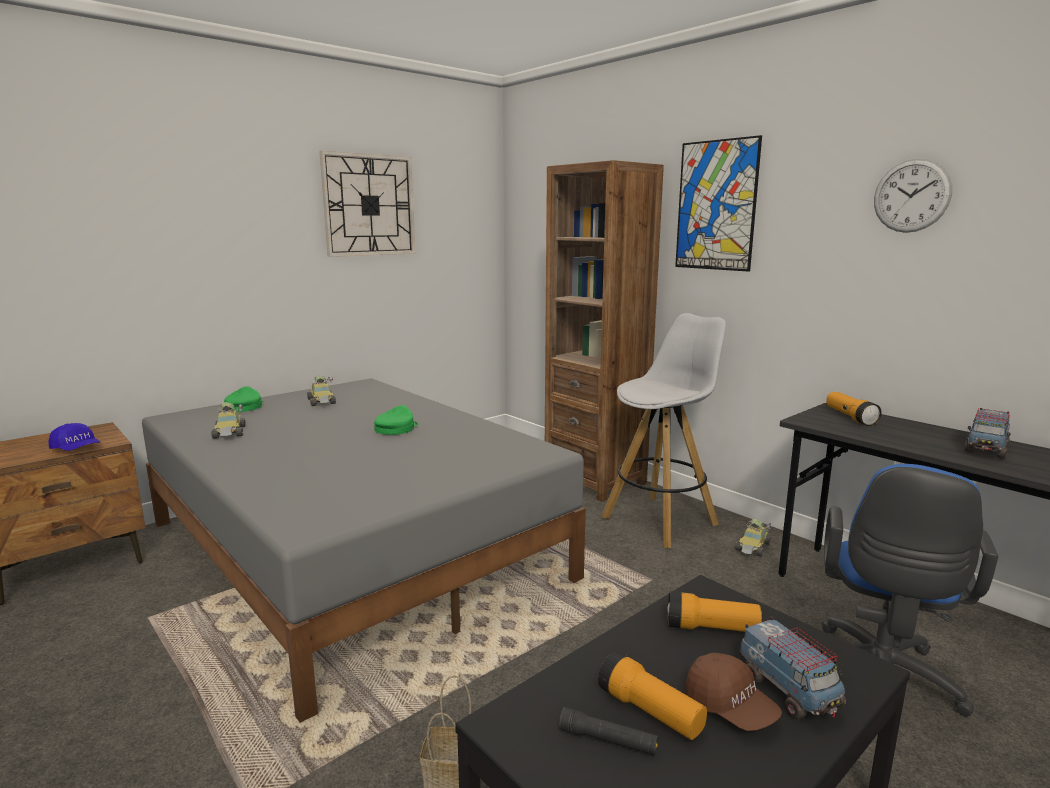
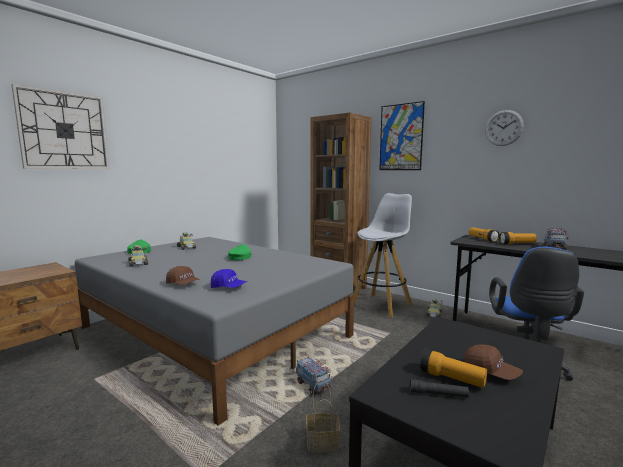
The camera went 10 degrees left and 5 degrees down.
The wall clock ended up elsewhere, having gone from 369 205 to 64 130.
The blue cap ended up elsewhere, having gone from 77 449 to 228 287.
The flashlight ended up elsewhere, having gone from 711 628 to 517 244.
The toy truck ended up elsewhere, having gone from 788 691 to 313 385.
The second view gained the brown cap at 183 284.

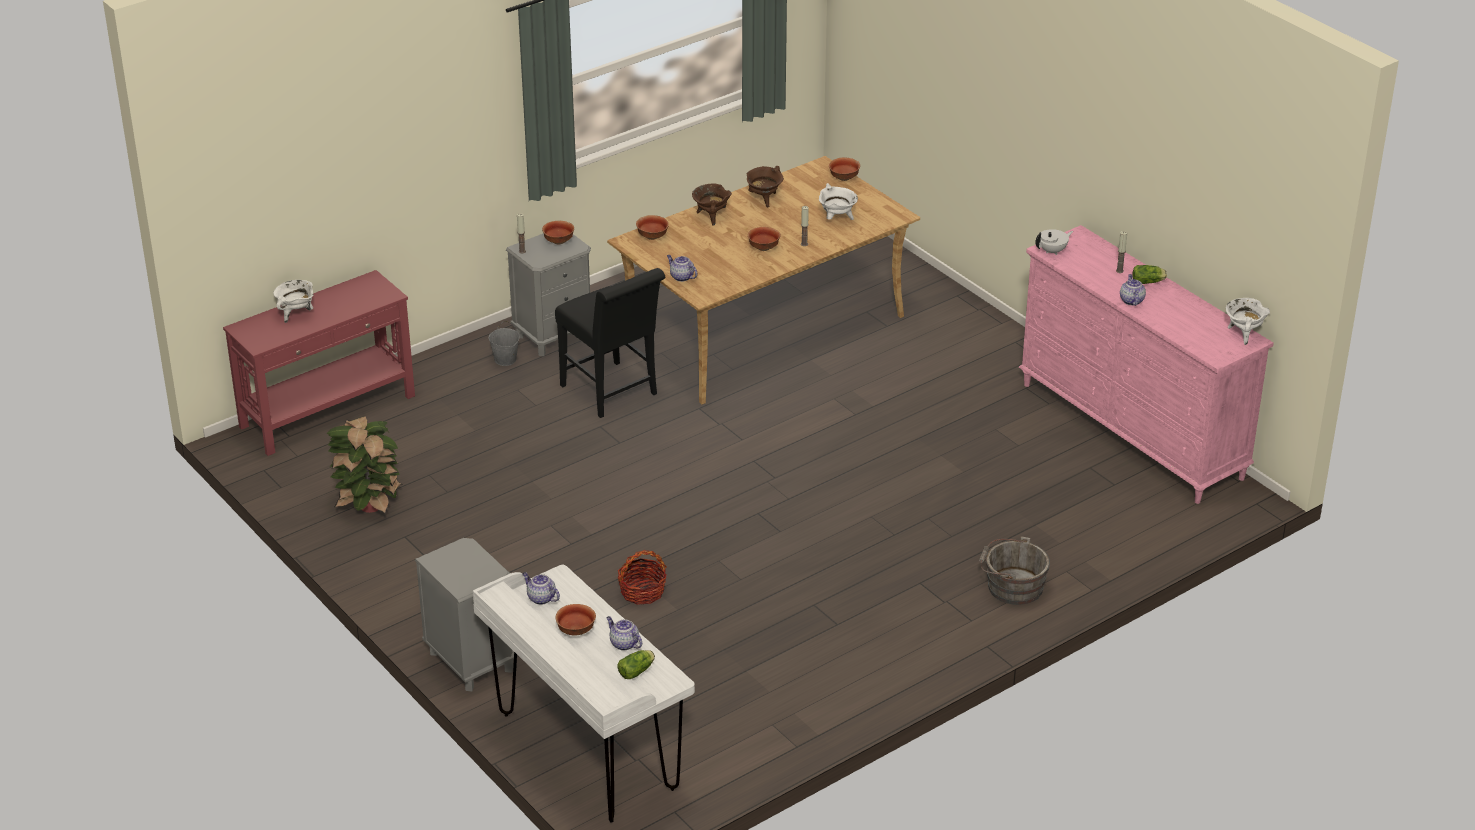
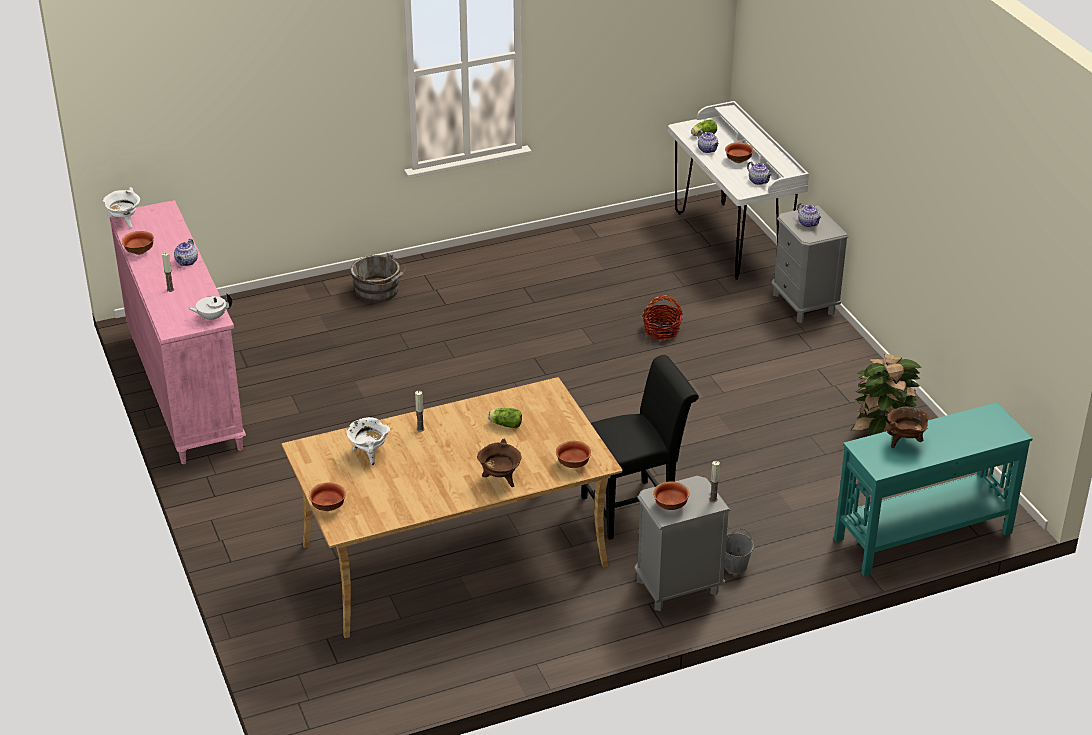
The camera went 165 degrees left and 0 degrees up.
The brown cooking pot ended up elsewhere, having gone from 764 199 to 905 441.
The bowl ended up elsewhere, having gone from 763 247 to 139 252.
The teapot ended up elsewhere, having gone from 681 277 to 808 223.
The lettuce ended up elsewhere, having gone from 1149 282 to 504 424.
The black chair at 613 393 ended up facing another way, 90 degrees clockwise from before.
What was the red console table at 329 411 turned into the turquoise console table at 921 536.
The second view lost the white cooking pot at 296 314.

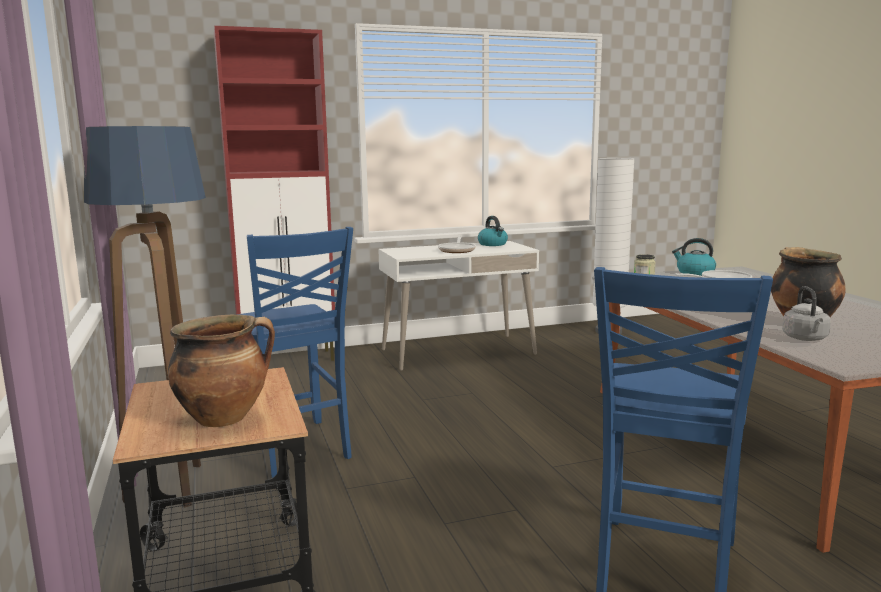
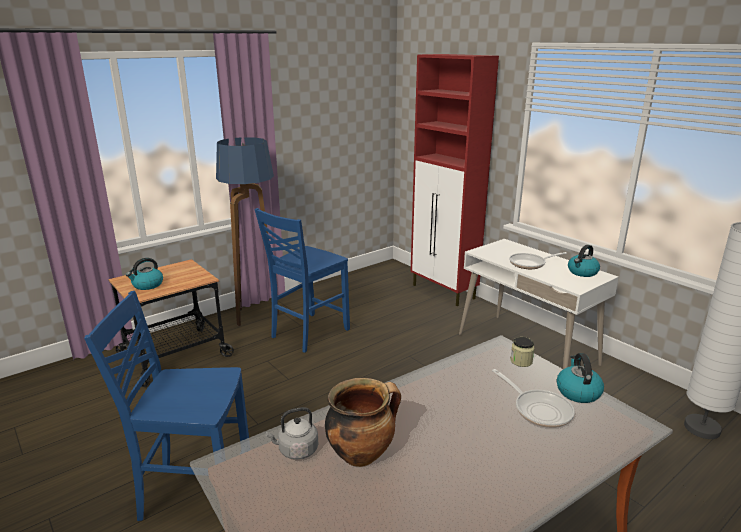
The camera went 70 degrees right and 10 degrees up.
Where the cooking pot stood at 225 418, the kettle came to stand at 147 285.

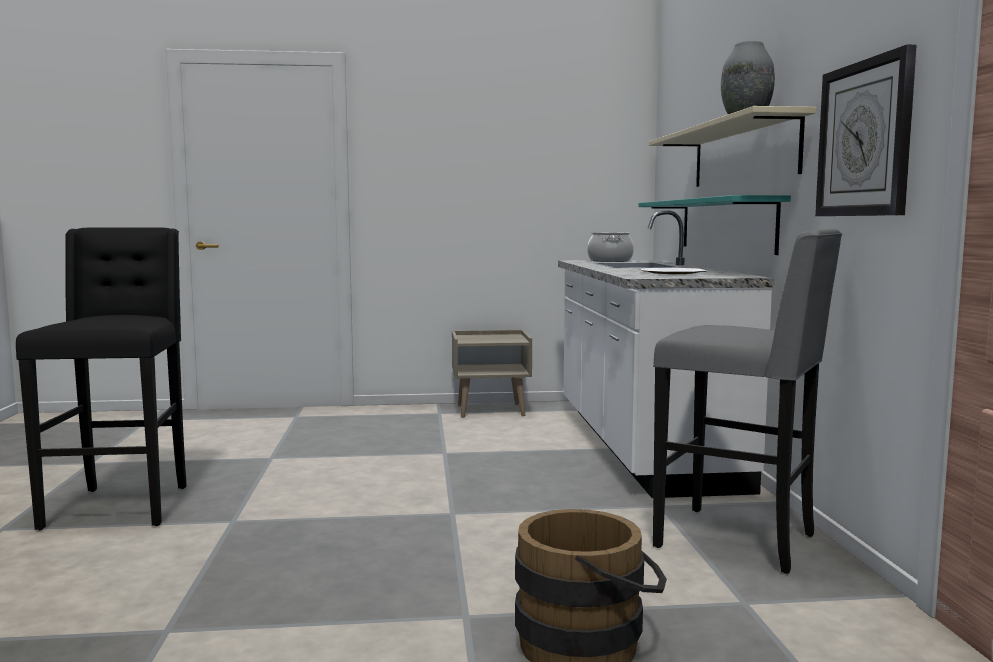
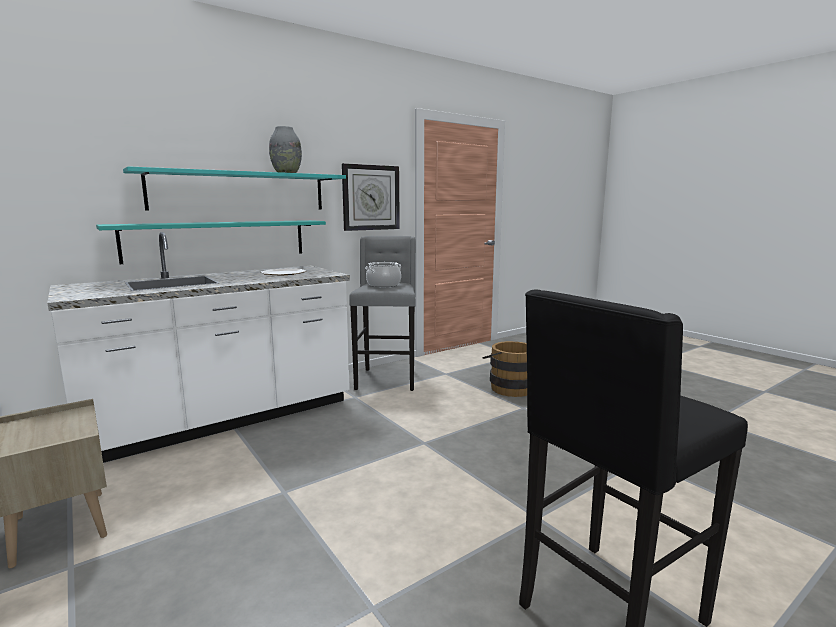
The camera went 120 degrees left and 5 degrees up.
What was the beige shelf at 742 154 turned into the turquoise shelf at 240 191.
The cooking pot ended up elsewhere, having gone from 609 261 to 383 285.

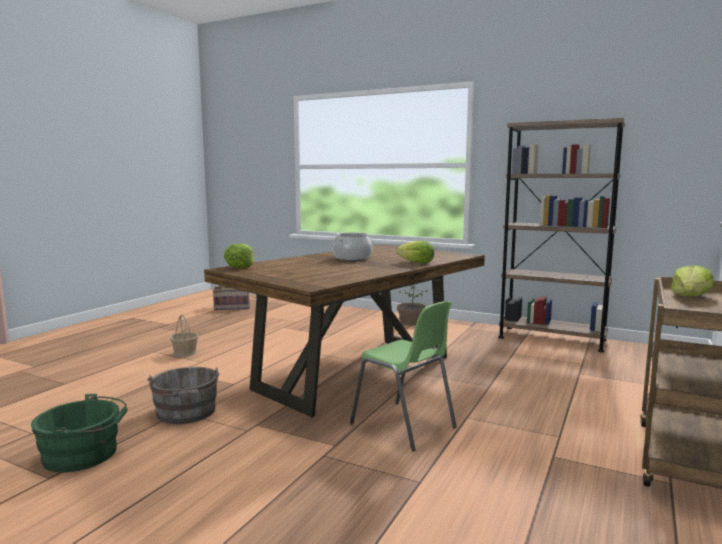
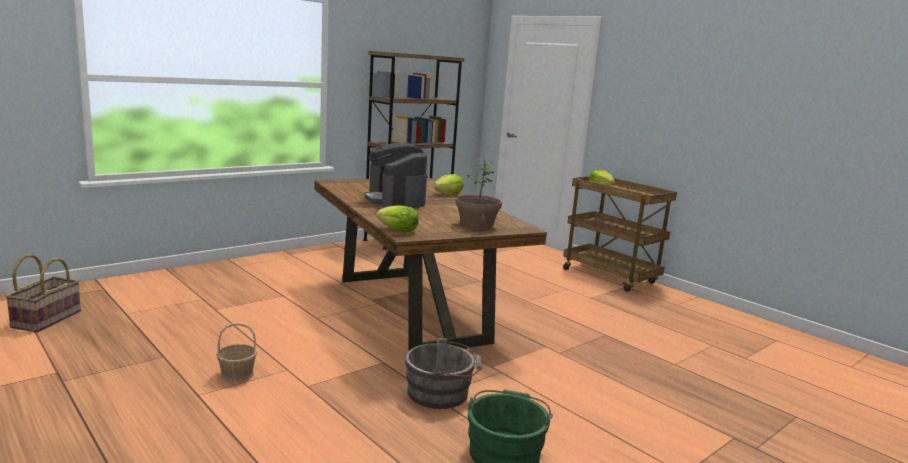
The camera went 70 degrees left and 5 degrees up.
Where the cooking pot stood at 352 258, the coffee machine came to stand at 395 200.
The potted plant ended up elsewhere, having gone from 411 322 to 476 225.
The second view lost the green chair at 404 426.

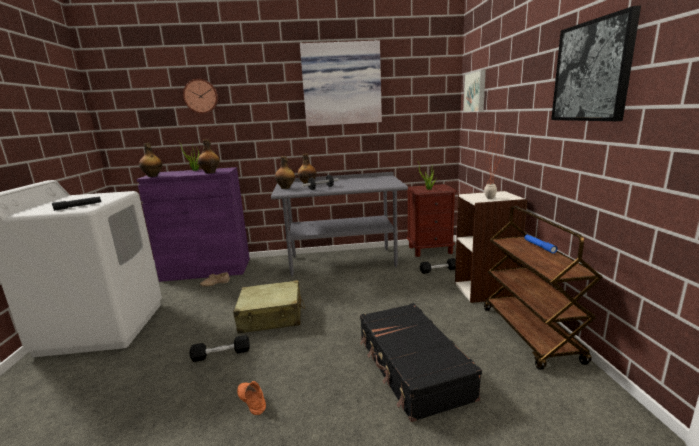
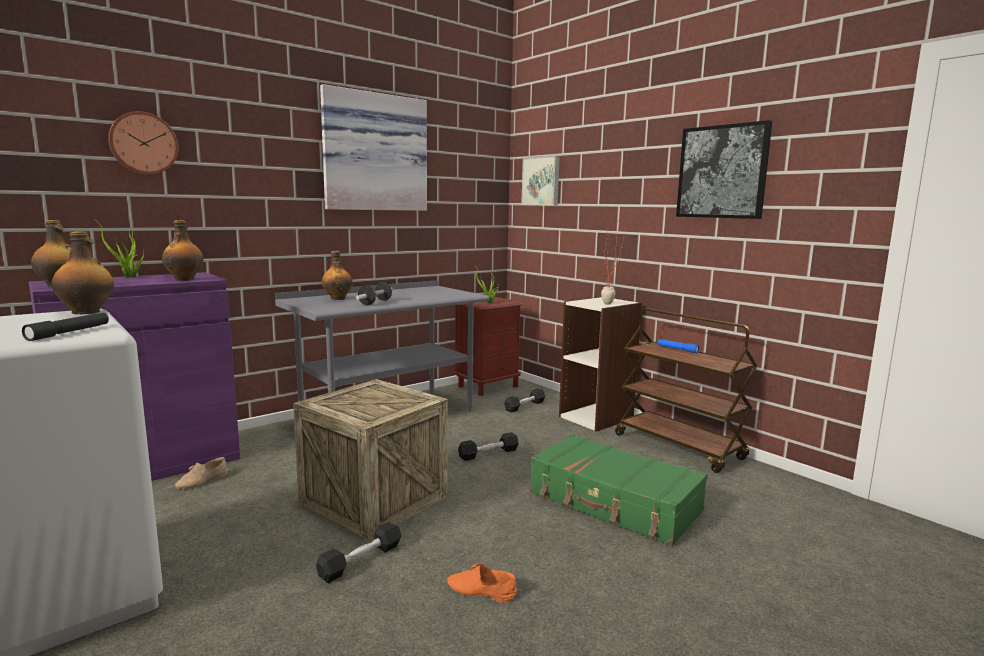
The camera went 35 degrees left and 5 degrees down.
The bottle ended up elsewhere, having gone from 286 188 to 87 312.
Where the beige suitcase stood at 271 316, the crate came to stand at 374 499.
What was the black suitcase at 412 367 turned into the green suitcase at 614 503.
The second view gained the black dumbbell at 488 453.

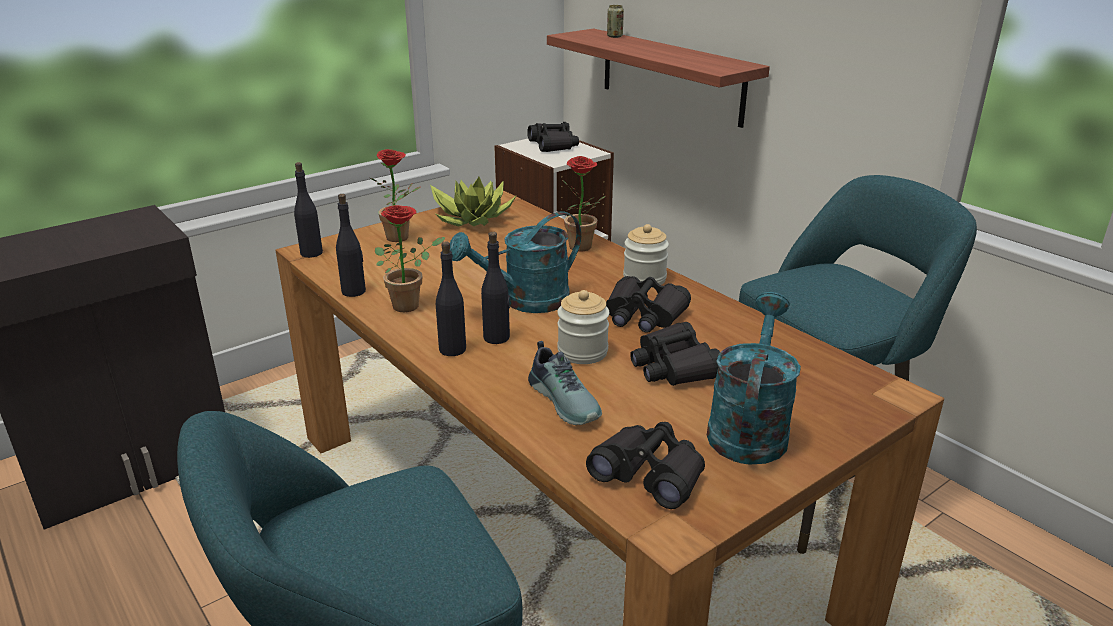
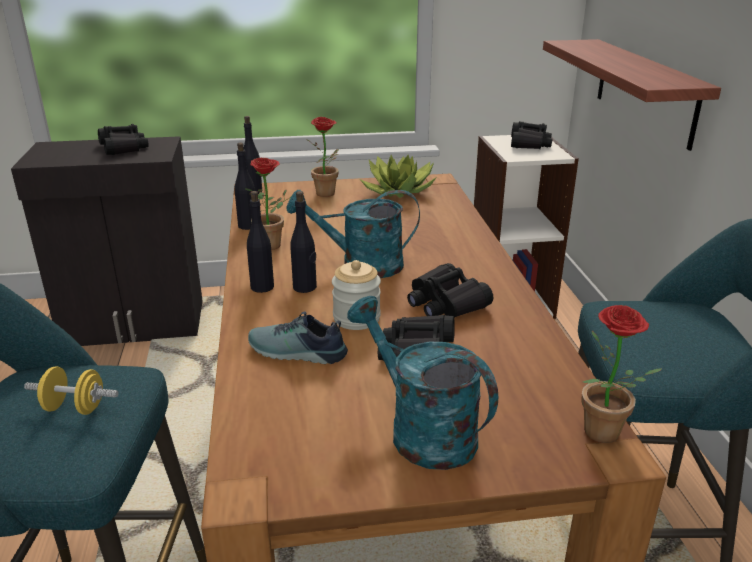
The camera went 30 degrees right and 0 degrees up.
The second view lost the can at 614 36.
The potted plant ended up elsewhere, having gone from 582 249 to 603 437.
The second view lost the jar at 644 279.
The turquoise watering can at 749 427 ended up facing another way, 90 degrees counterclockwise from before.
The shoe at 566 400 ended up facing another way, 105 degrees clockwise from before.
The black binoculars ended up elsewhere, having gone from 650 474 to 123 148.
The second view gained the yellow dumbbell at 75 408.

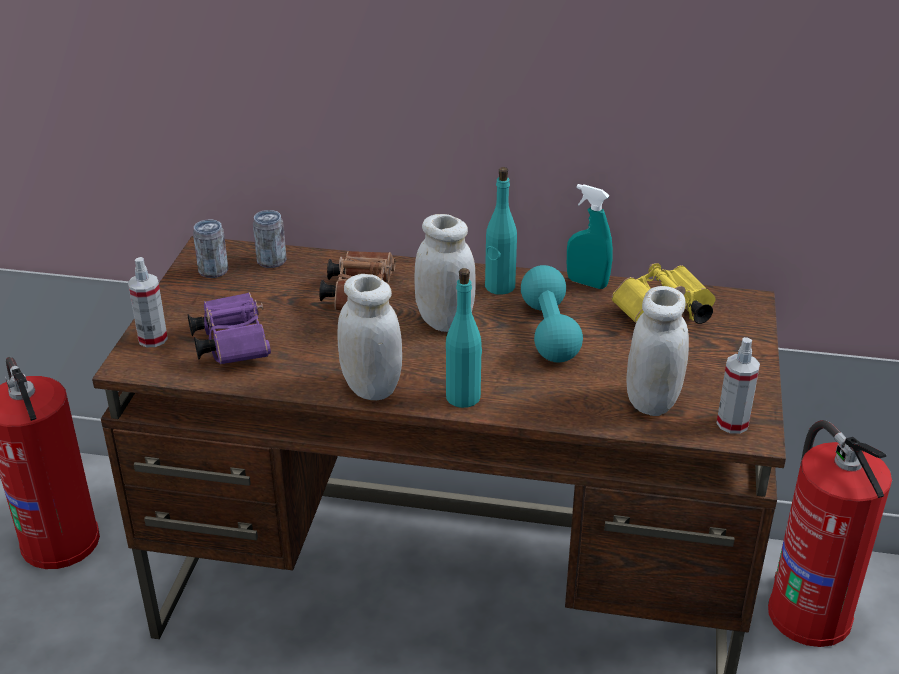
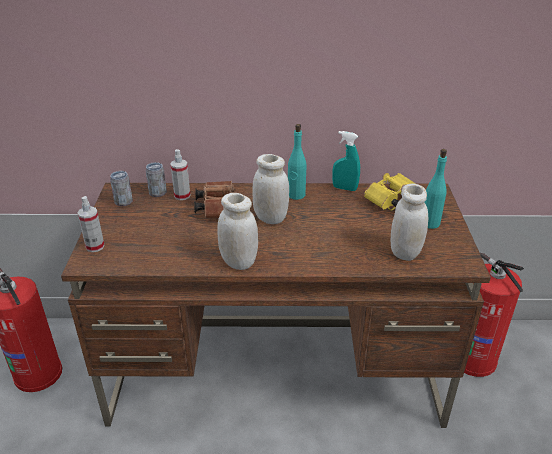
The camera went 10 degrees left and 0 degrees up.
The second view lost the turquoise dumbbell at 549 331.
The turquoise bottle ended up elsewhere, having gone from 463 397 to 430 223.
The second view lost the purple binoculars at 231 343.
The spray bottle ended up elsewhere, having gone from 732 423 to 182 196.

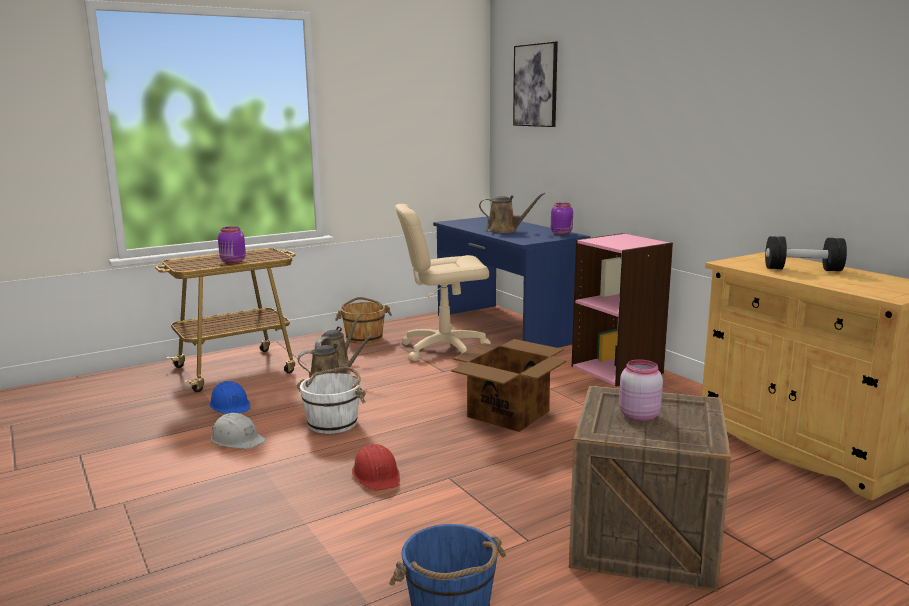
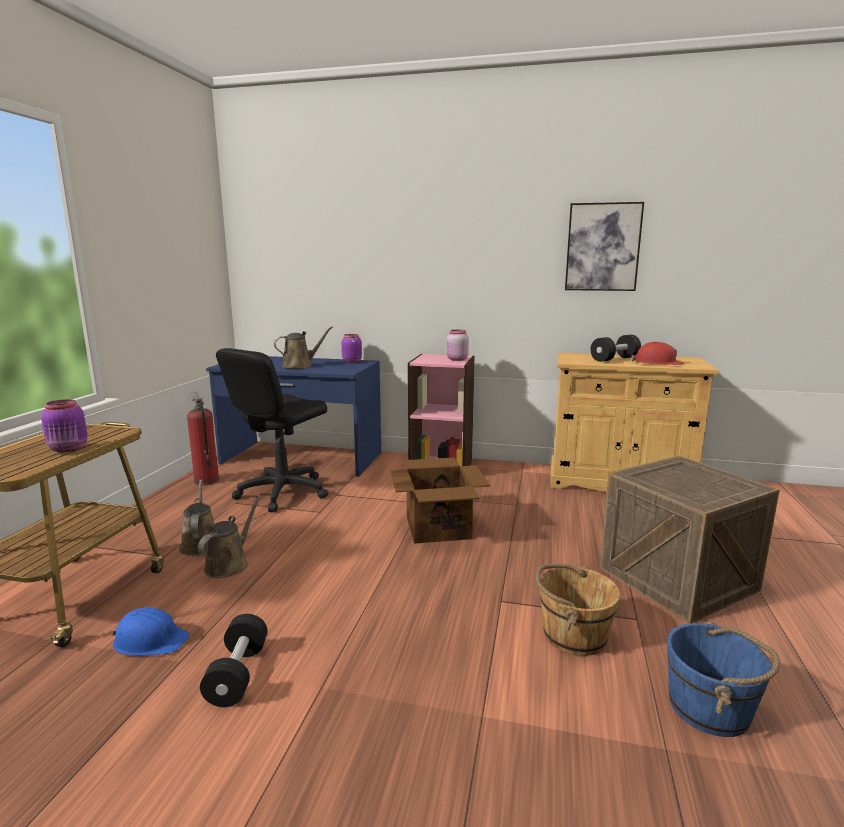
The camera went 45 degrees left and 0 degrees up.
The picture ended up elsewhere, having gone from 535 85 to 602 247.
What was the beige office chair at 444 349 turned into the black office chair at 282 492.
The brown bucket ended up elsewhere, having gone from 364 338 to 573 634.
The pink jar ended up elsewhere, having gone from 637 415 to 456 359.
The second view lost the white bucket at 333 423.
Where the white hard hat stood at 237 439, the black dumbbell came to stand at 238 674.
The red hard hat ended up elsewhere, having gone from 377 475 to 657 363.
The second view gained the fire extinguisher at 206 480.

